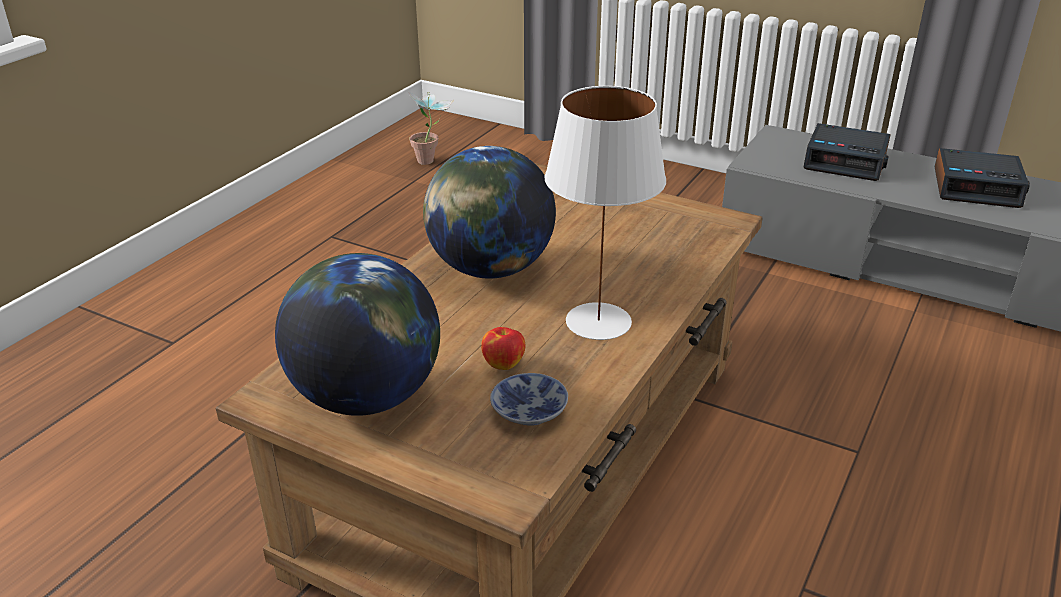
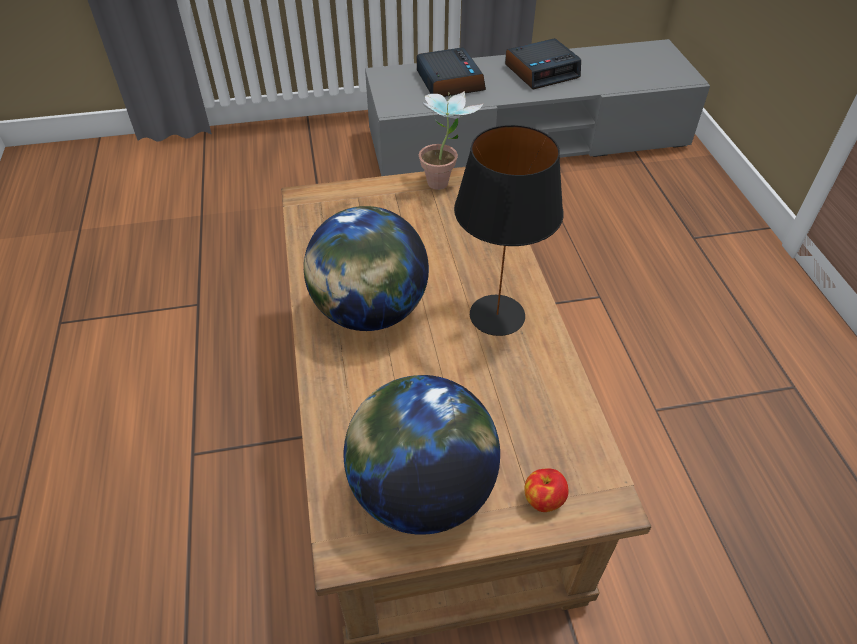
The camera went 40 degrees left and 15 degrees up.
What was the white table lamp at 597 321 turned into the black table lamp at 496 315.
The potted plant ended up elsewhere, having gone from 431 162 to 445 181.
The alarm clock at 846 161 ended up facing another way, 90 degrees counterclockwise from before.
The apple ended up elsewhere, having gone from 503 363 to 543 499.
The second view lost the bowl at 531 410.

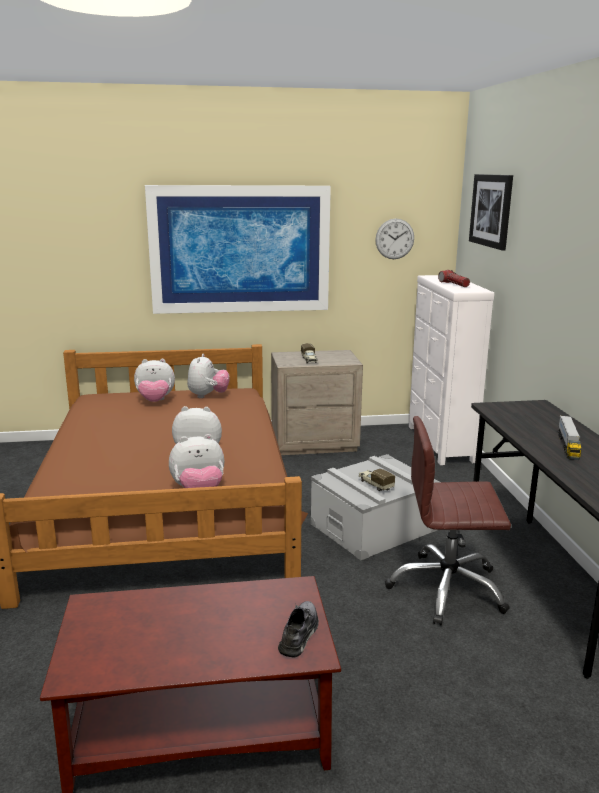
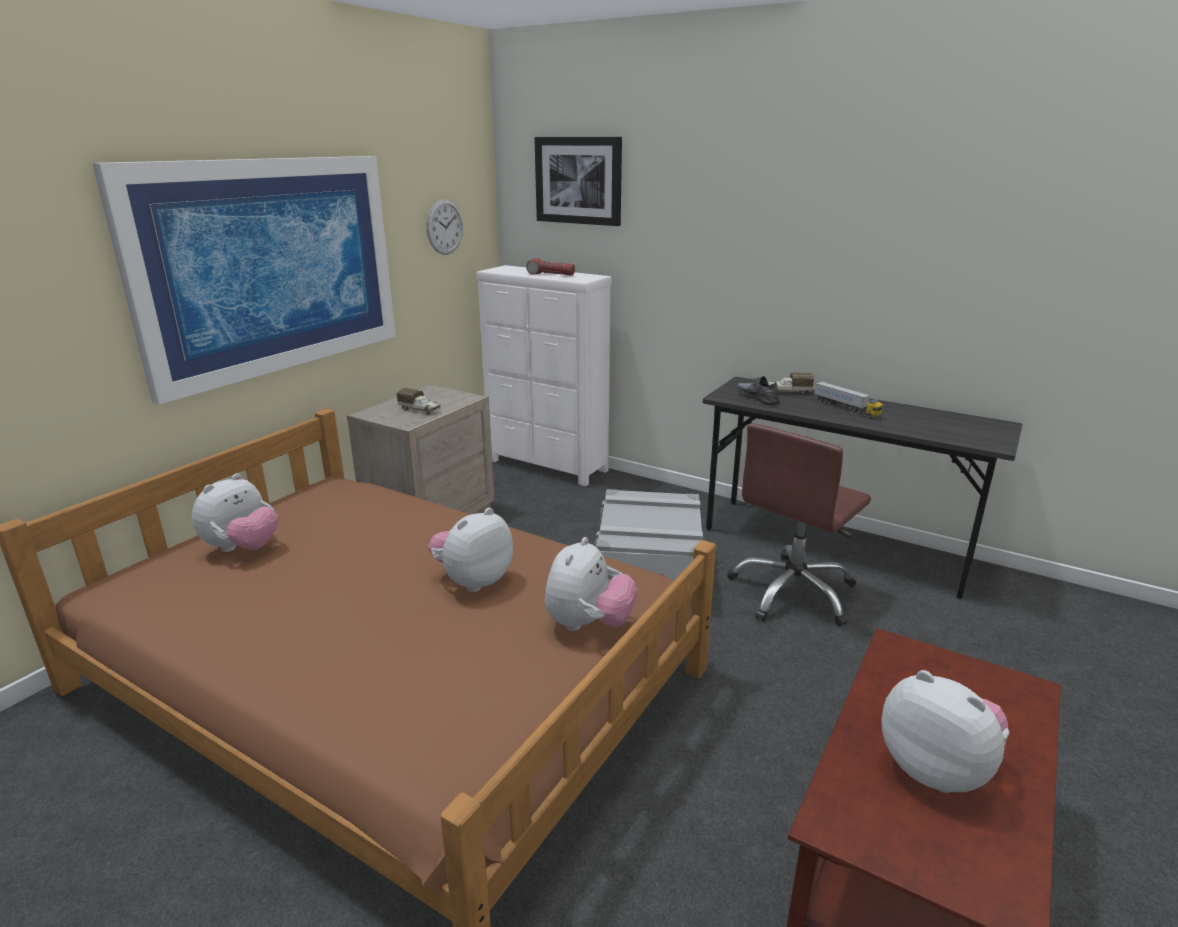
The camera went 50 degrees left and 5 degrees up.
The plush toy ended up elsewhere, having gone from 208 396 to 936 769.
The toy truck ended up elsewhere, having gone from 375 484 to 788 392.
The grey shoe ended up elsewhere, having gone from 299 633 to 757 398.

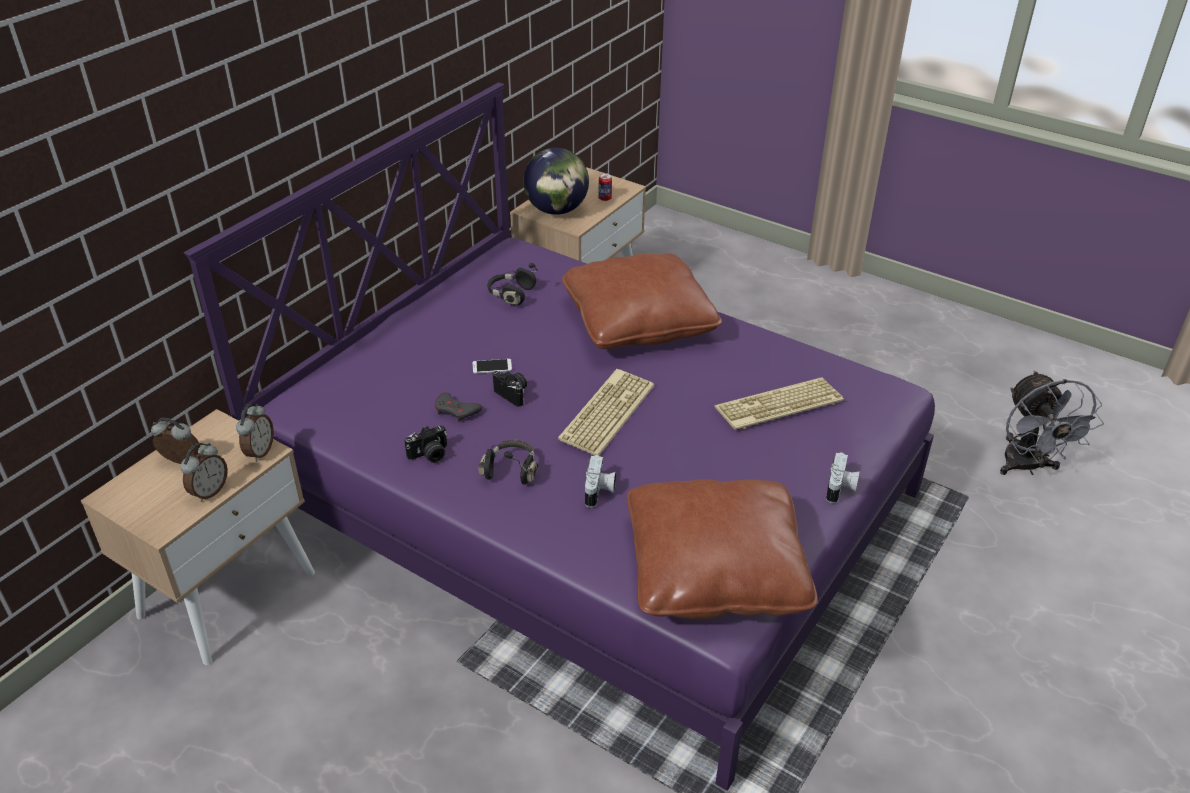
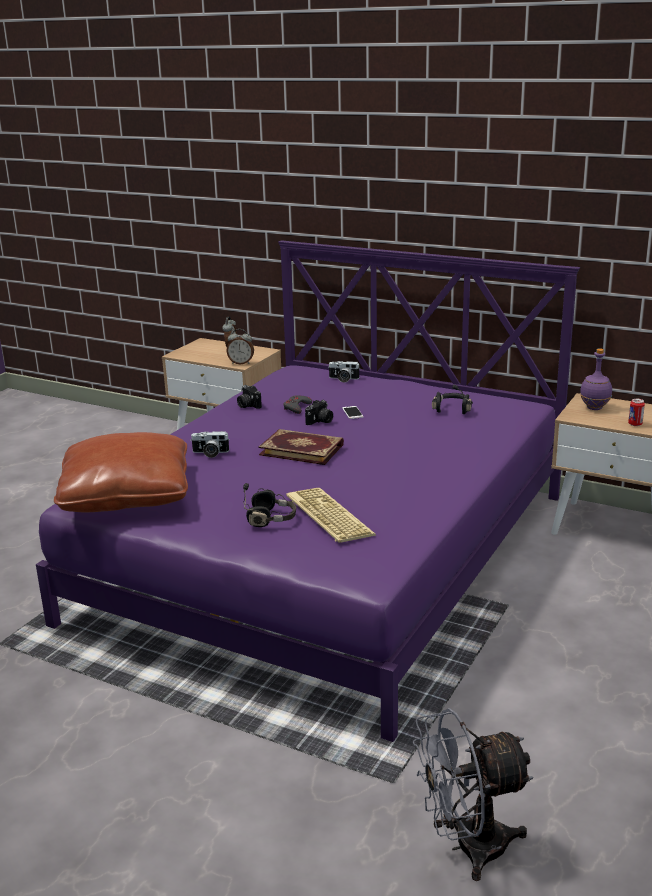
The camera went 85 degrees right and 15 degrees down.
Where the globe stood at 556 210, the purple bottle came to stand at 594 408.
The second view lost the brown pillow at 638 321.
Where the keyboard stood at 606 412, the book came to stand at 302 449.
The black headphones ended up elsewhere, having gone from 511 470 to 271 519.
The second view lost the alarm clock at 209 491.
The photo camera ended up elsewhere, having gone from 841 488 to 343 379.

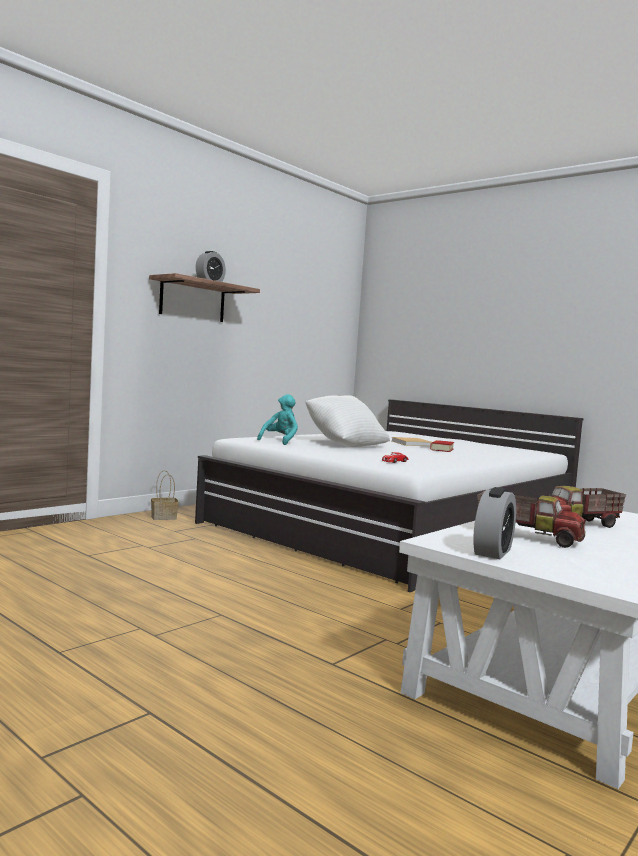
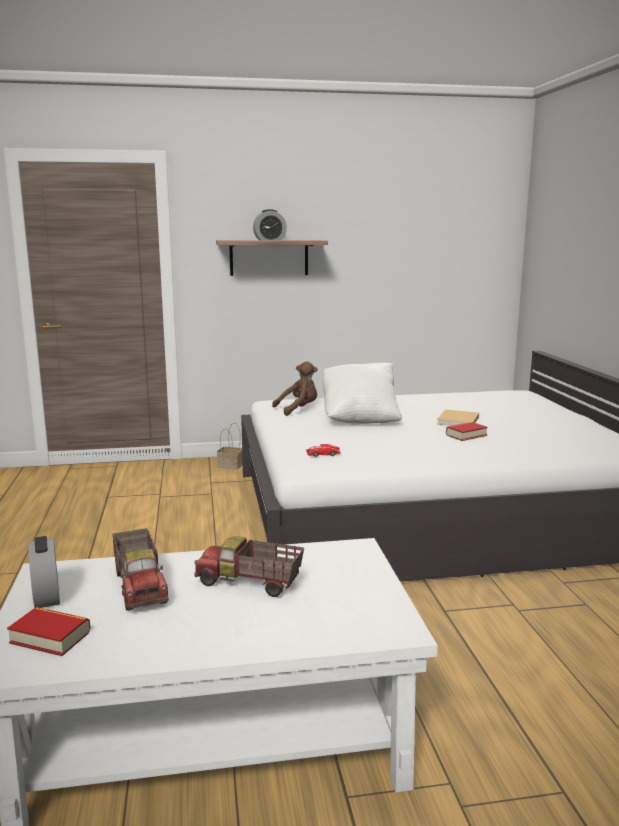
The camera went 40 degrees right and 10 degrees up.
What was the turquoise plush toy at 280 441 turned into the brown plush toy at 298 409.
The alarm clock at 493 552 ended up facing another way, 90 degrees counterclockwise from before.
The second view gained the book at 50 637.

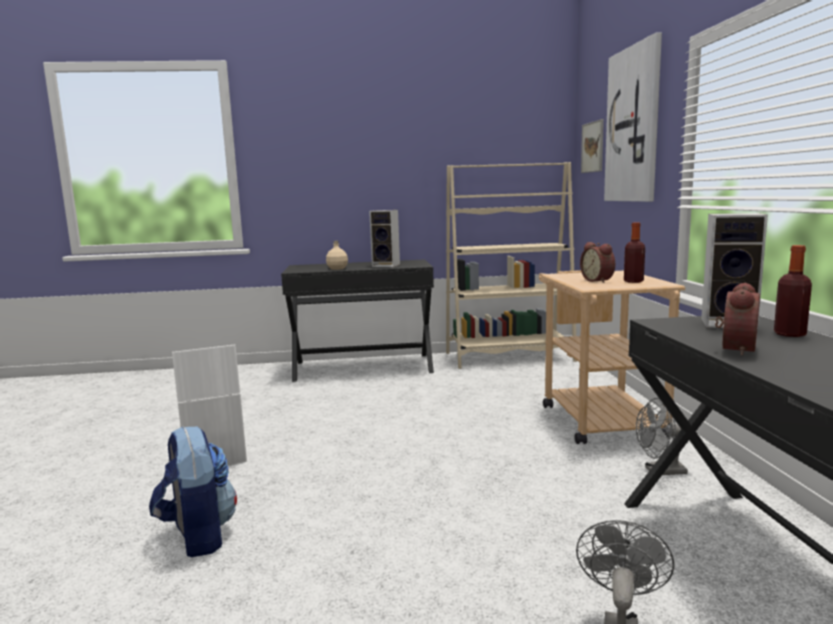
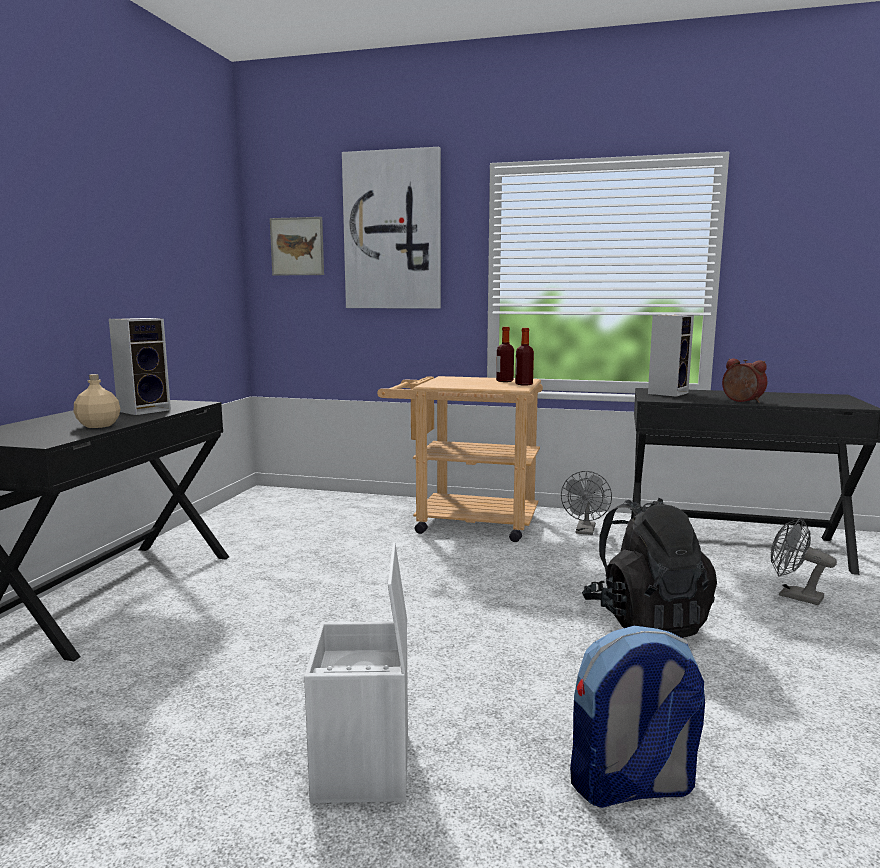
The camera went 70 degrees left and 0 degrees up.
The second view lost the beige bookcase at 509 357.
The second view lost the alarm clock at 598 280.
The bottle ended up elsewhere, having gone from 789 334 to 524 384.
The second view gained the black backpack at 646 621.

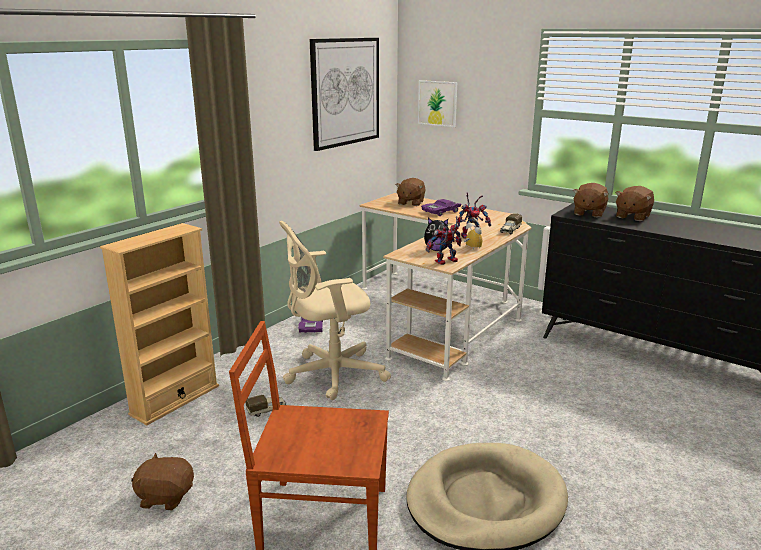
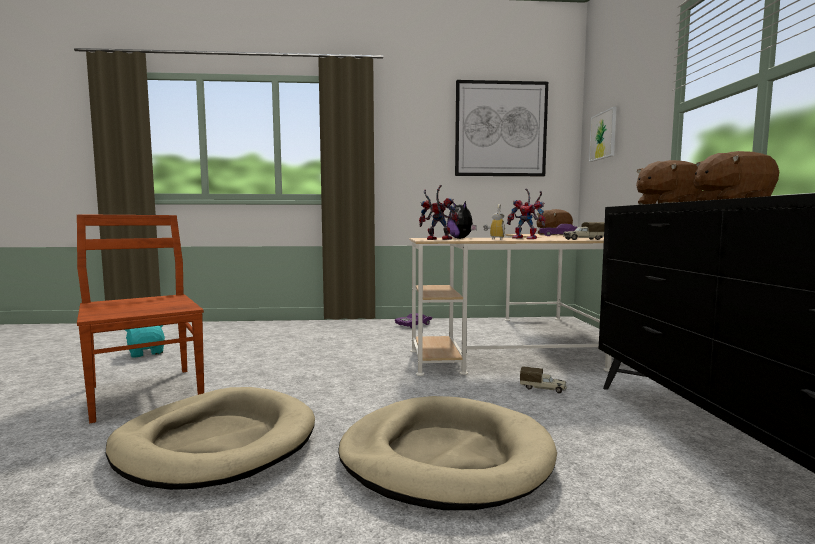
The camera went 50 degrees right and 15 degrees down.
The second view lost the beige office chair at 330 374.
The second view lost the beige bookcase at 175 400.
The toy truck ended up elsewhere, having gone from 267 410 to 543 388.
What was the brown plush toy at 165 497 turned into the turquoise plush toy at 147 353.
The second view gained the beige dog bed at 445 457.

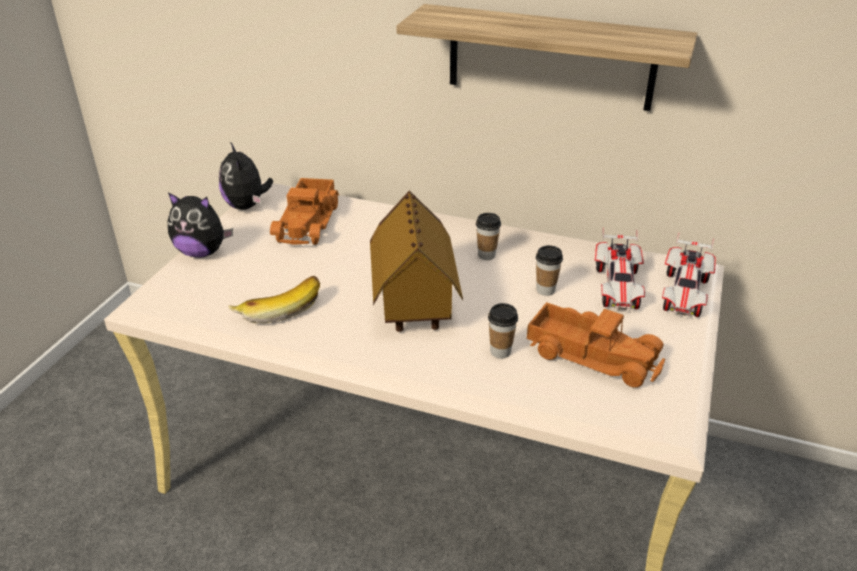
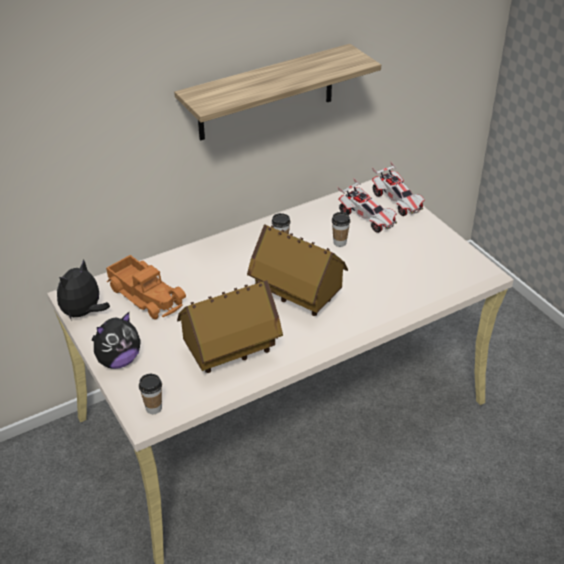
The camera went 50 degrees left and 5 degrees up.
The plush toy at 247 206 ended up facing another way, 105 degrees clockwise from before.
Where the banana stood at 278 308, the toy house came to stand at 231 353.
The second view lost the toy truck at 593 355.
The cup ended up elsewhere, having gone from 500 351 to 154 408.

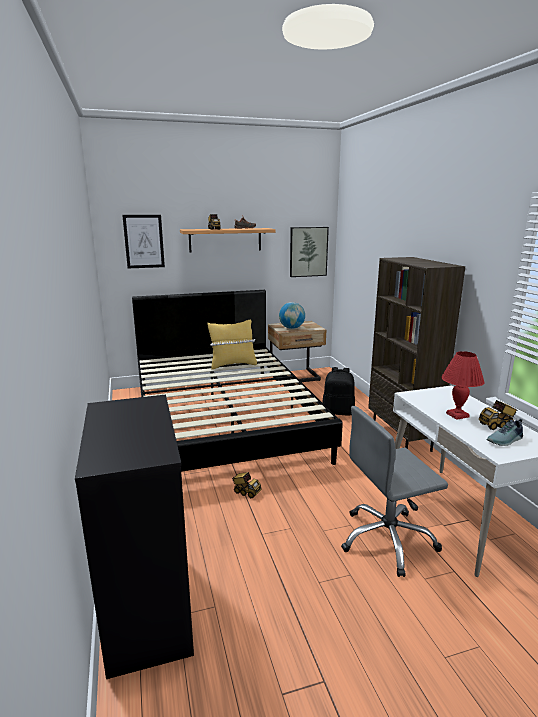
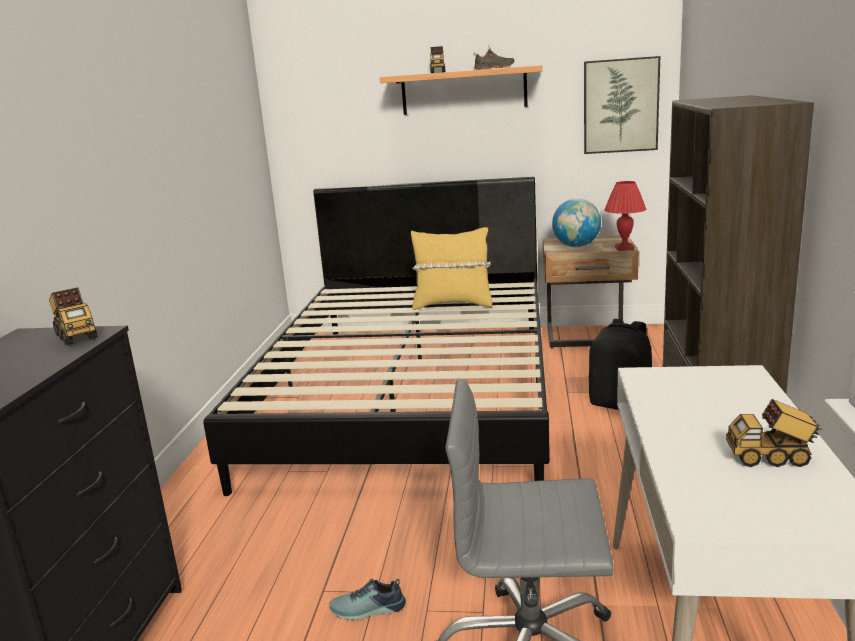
The camera went 25 degrees right and 0 degrees up.
The second view lost the picture at 144 241.
The red table lamp ended up elsewhere, having gone from 458 415 to 625 248.
The shoe ended up elsewhere, having gone from 506 440 to 368 610.
The toy truck ended up elsewhere, having gone from 246 492 to 76 336.

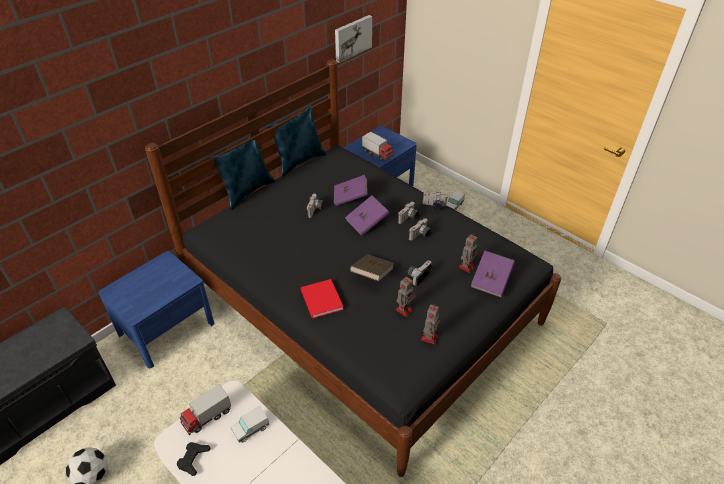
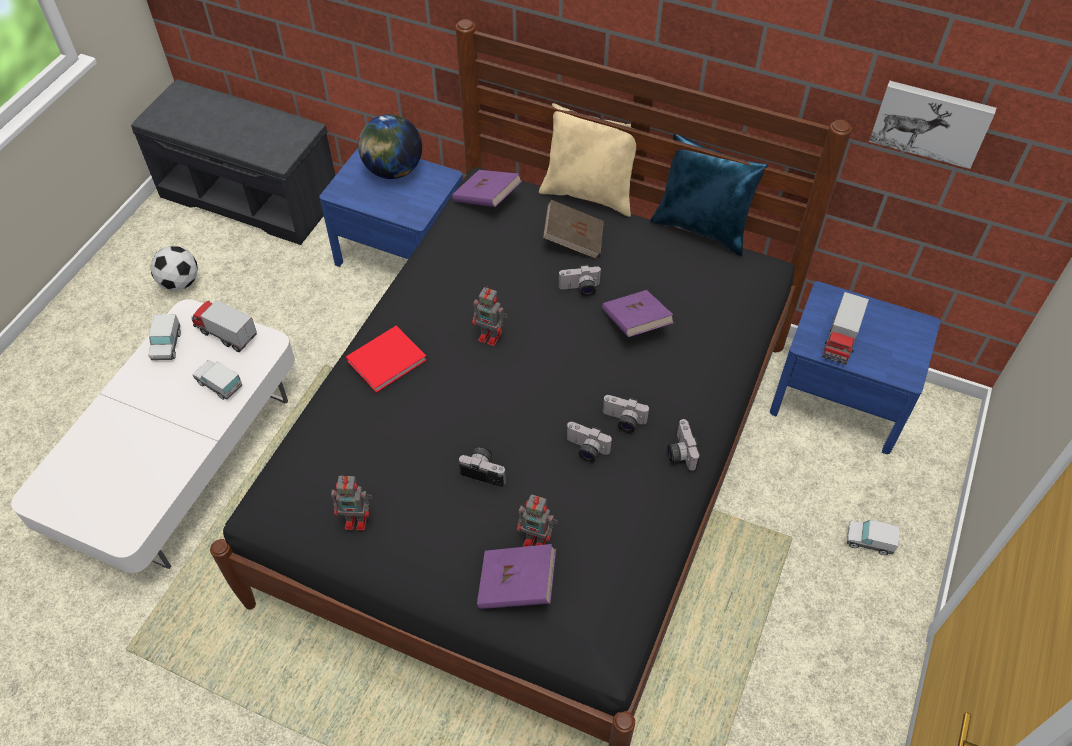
The camera went 70 degrees right and 10 degrees up.
What was the blue pillow at 247 191 turned into the beige pillow at 589 194.
The purple book ended up elsewhere, having gone from 367 223 to 487 199.
The brown book ended up elsewhere, having gone from 372 274 to 573 240.
The toy robot ended up elsewhere, having gone from 404 309 to 491 336.
Where the black game controller stood at 193 459, the toy truck came to stand at 167 345.
The second view gained the globe at 393 170.

